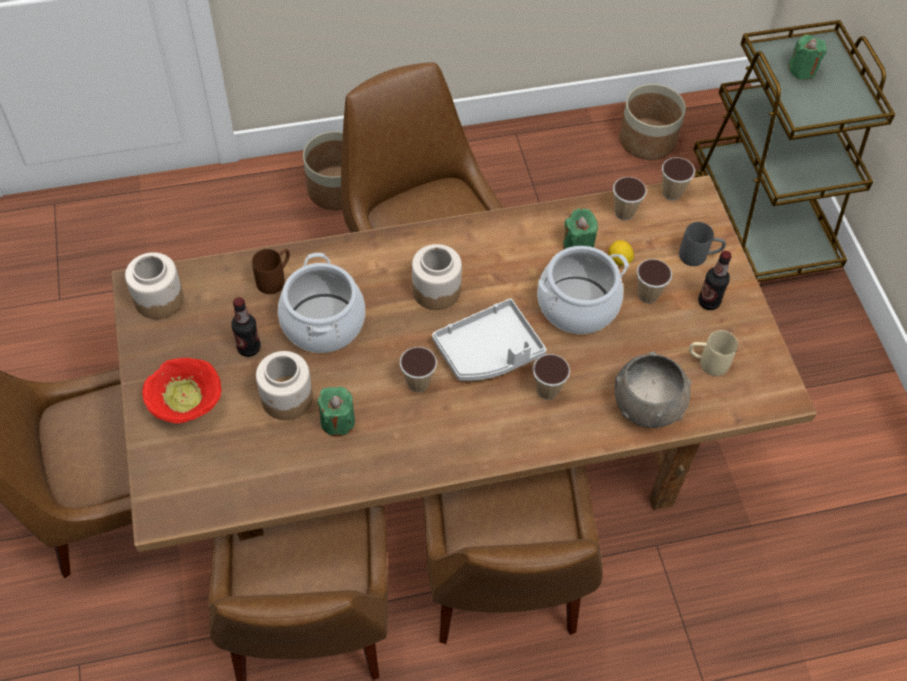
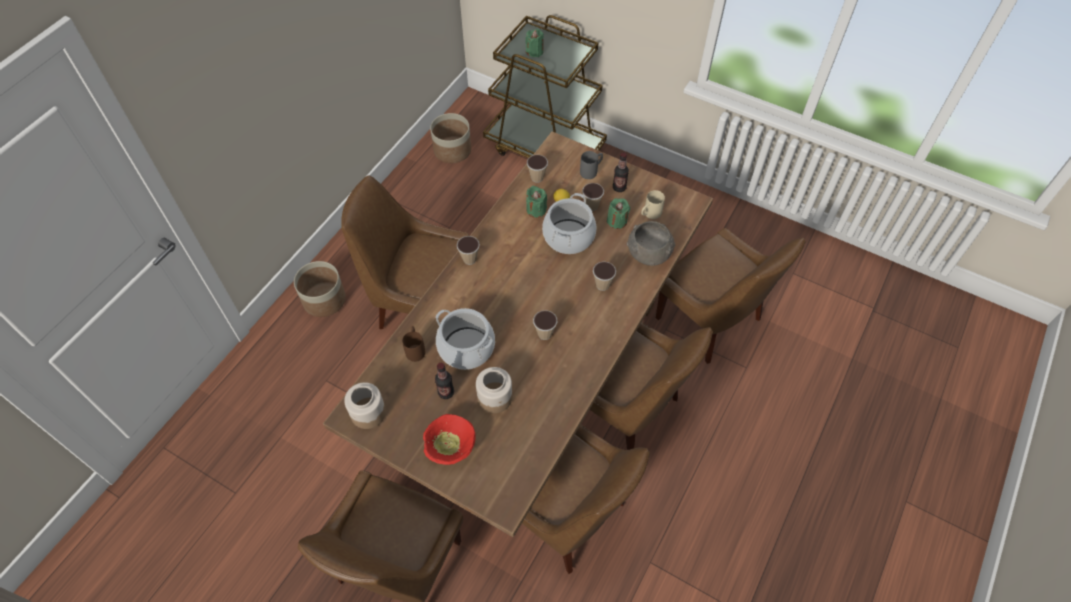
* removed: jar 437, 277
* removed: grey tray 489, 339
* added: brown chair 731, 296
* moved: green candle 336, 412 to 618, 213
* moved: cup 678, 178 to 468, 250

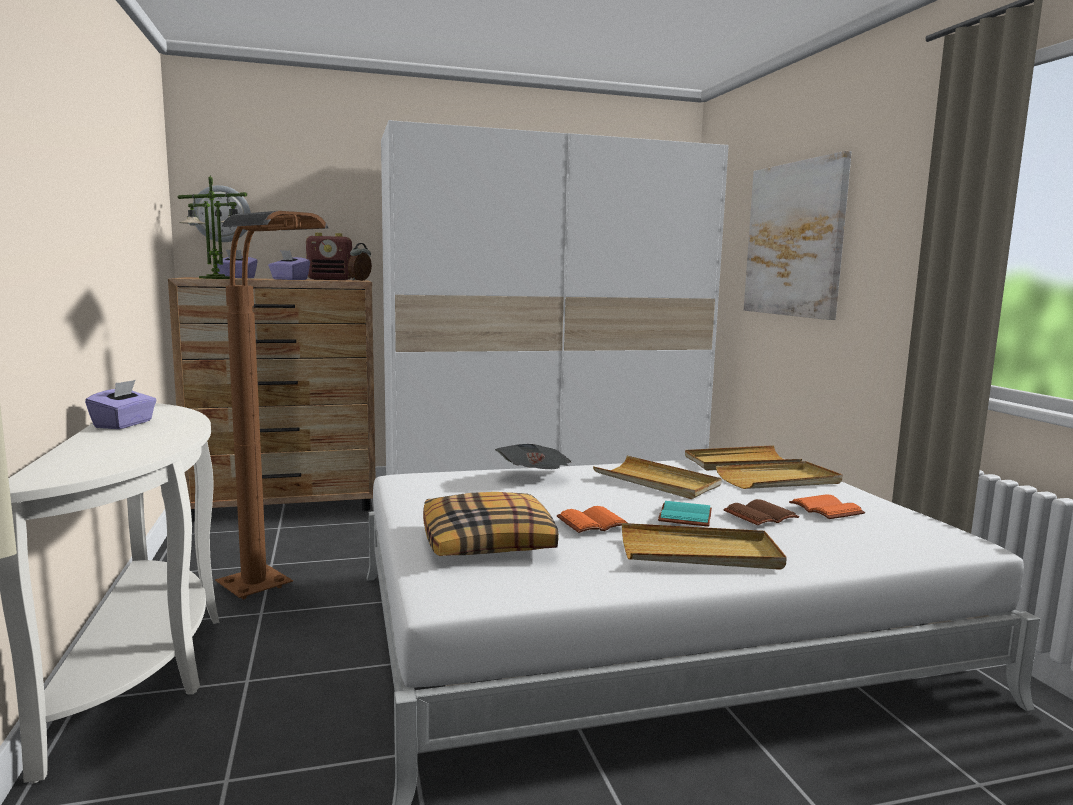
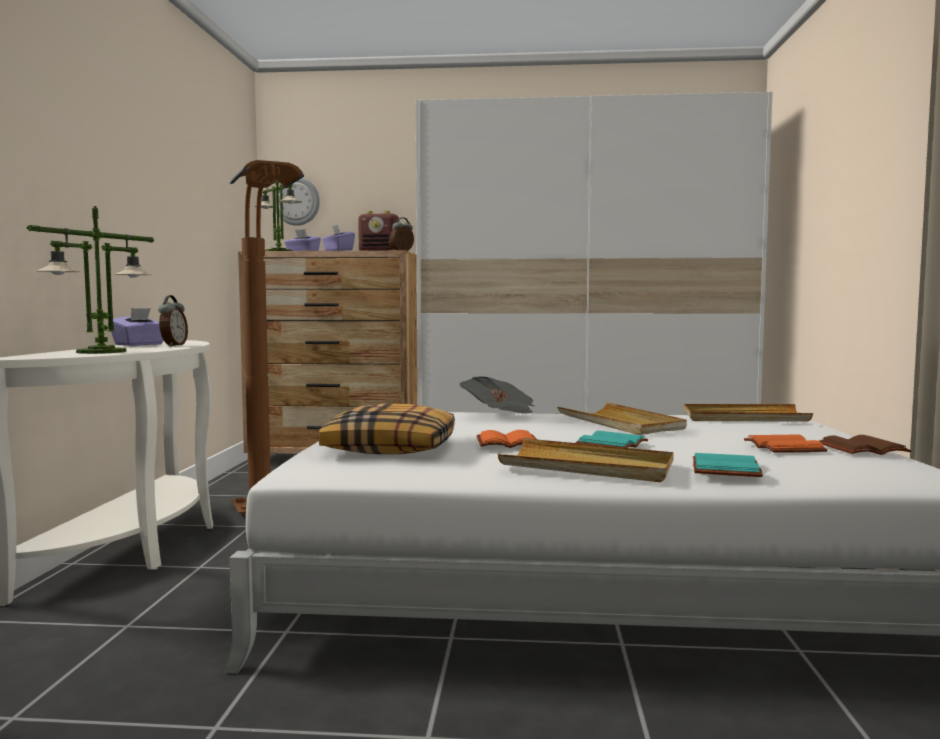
* removed: beige tray 779, 475
* removed: picture 798, 235
* added: table lamp 90, 280
* added: alarm clock 173, 321
* added: turquoise book 727, 465
* moved: brown book 761, 512 to 865, 445

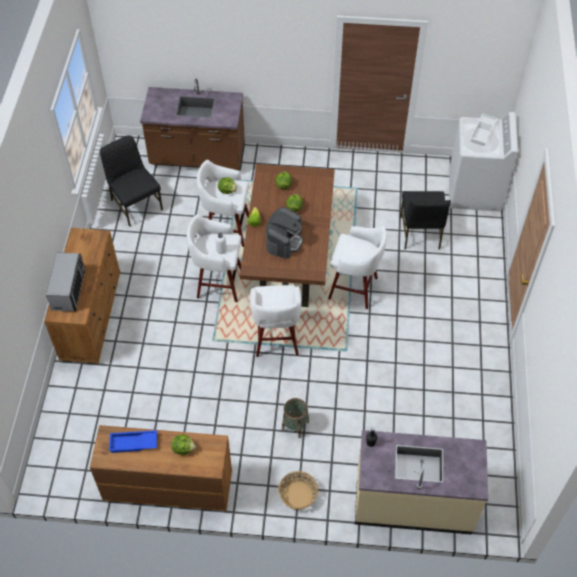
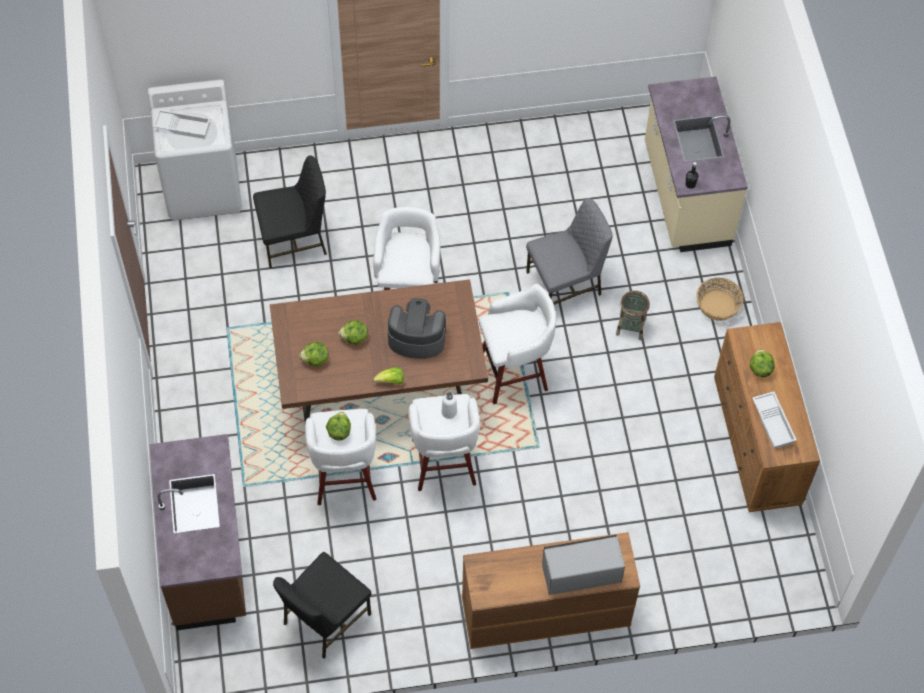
* added: grey chair 569, 251
* recoloured: blue tray 133, 441 to white tray 774, 420

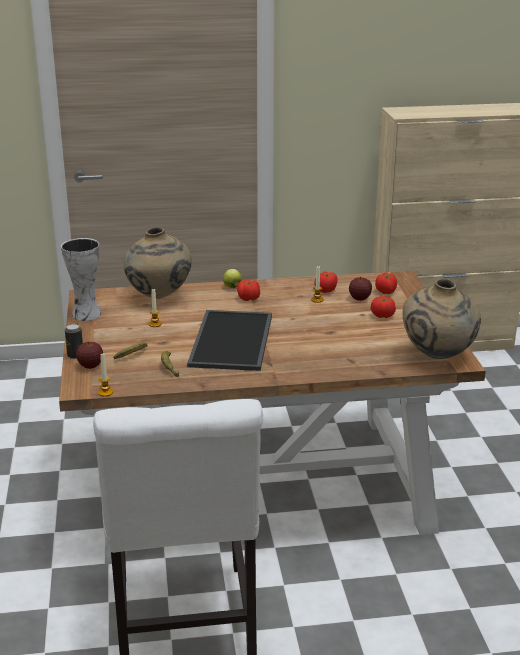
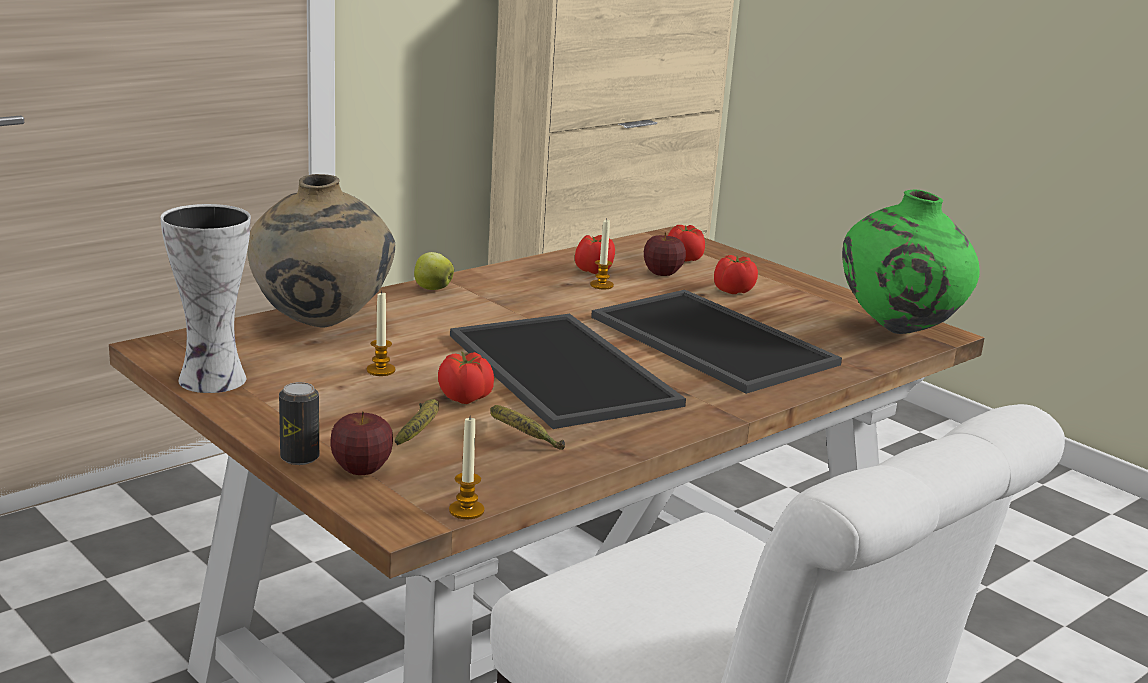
* added: tray 716, 342
* moved: tomato 248, 290 to 466, 378
* recoloured: beige vase 442, 319 to green vase 911, 261

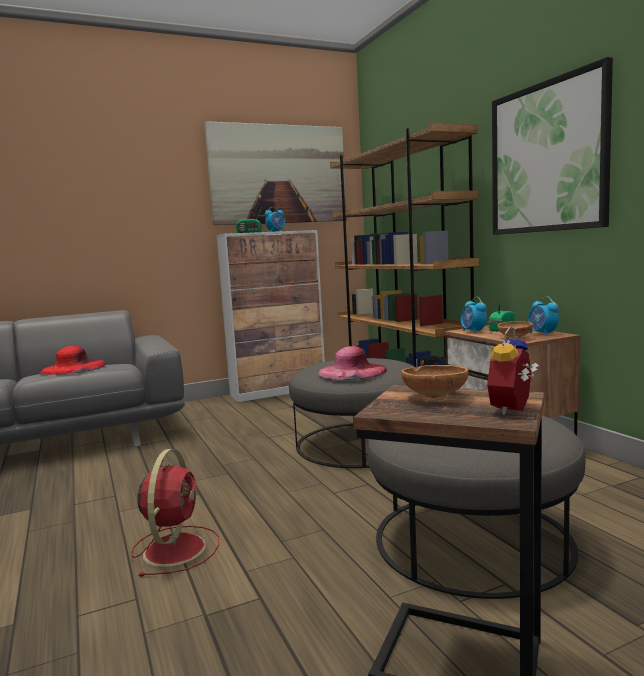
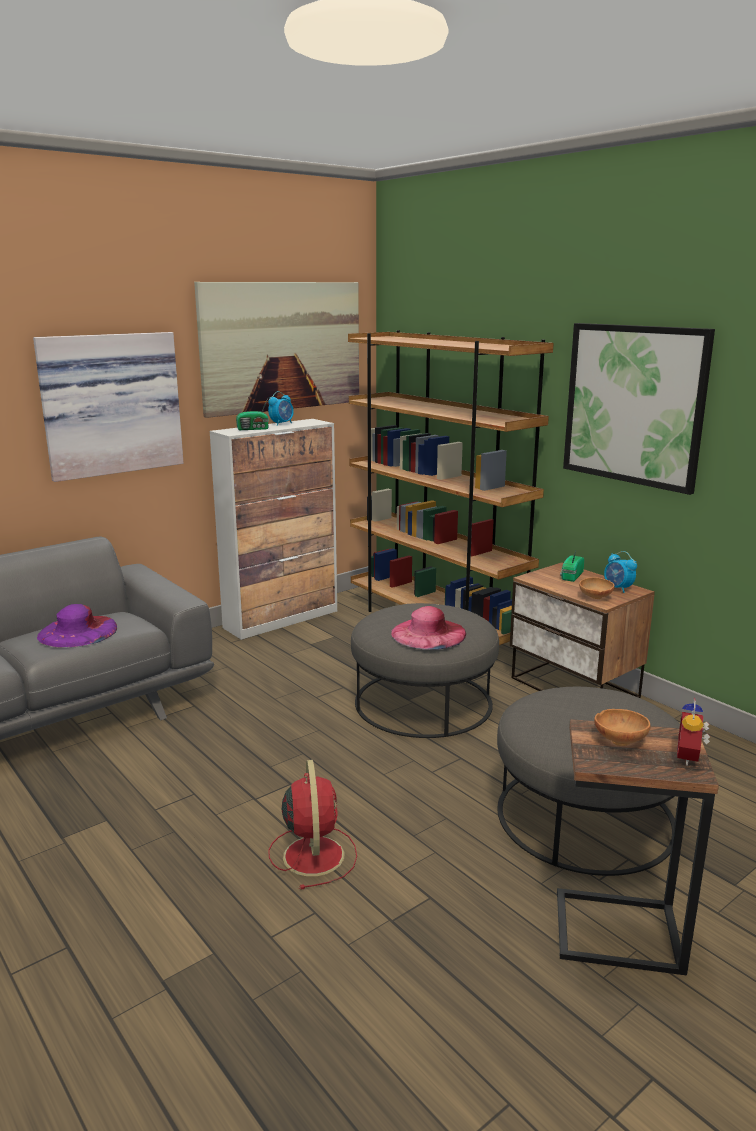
* removed: alarm clock 474, 315
* added: picture 108, 407
* recoloured: red hat 73, 360 to purple hat 77, 626

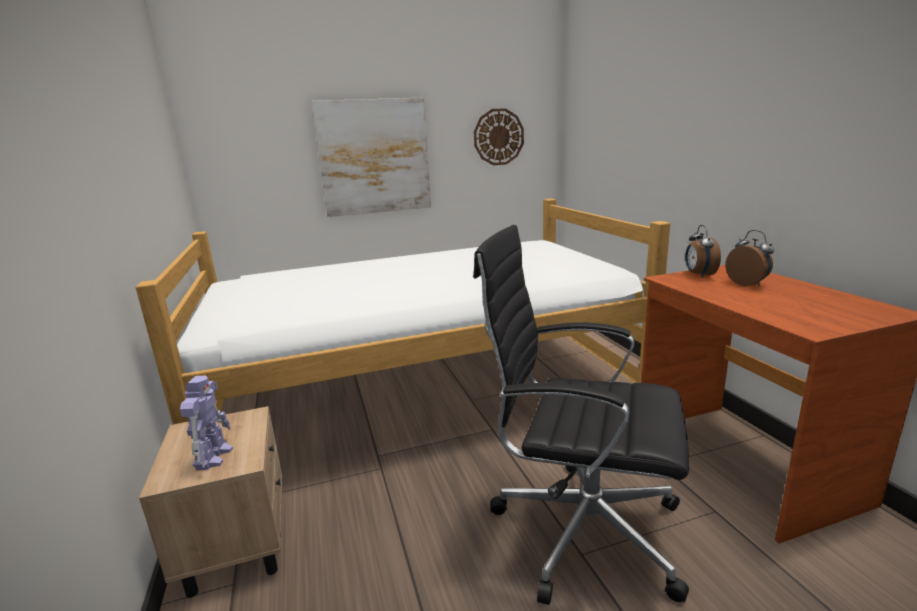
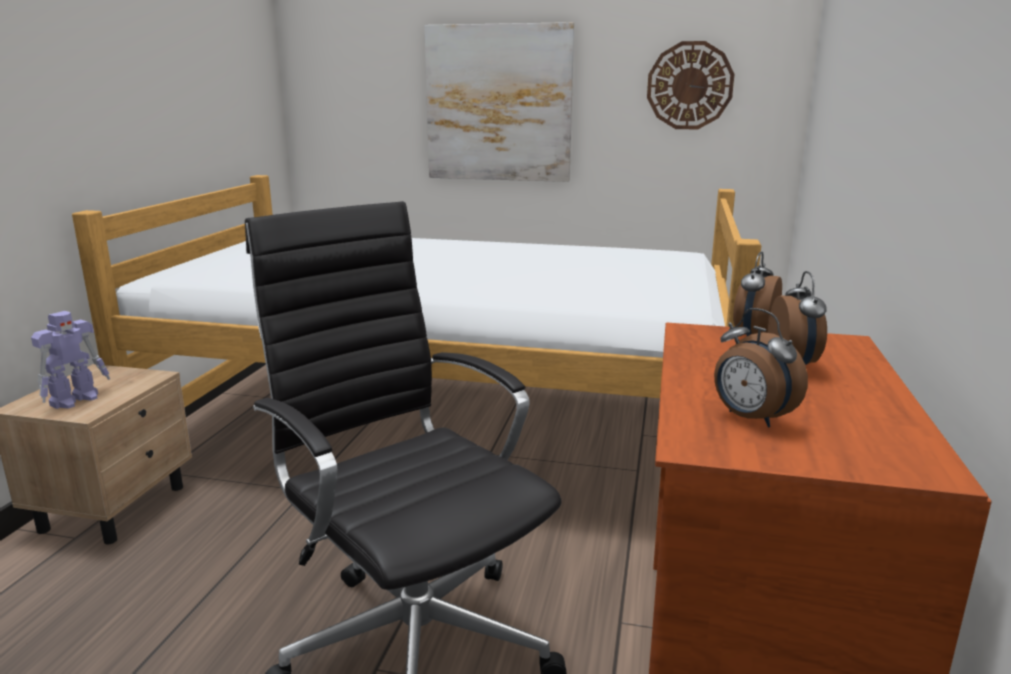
* added: alarm clock 761, 368

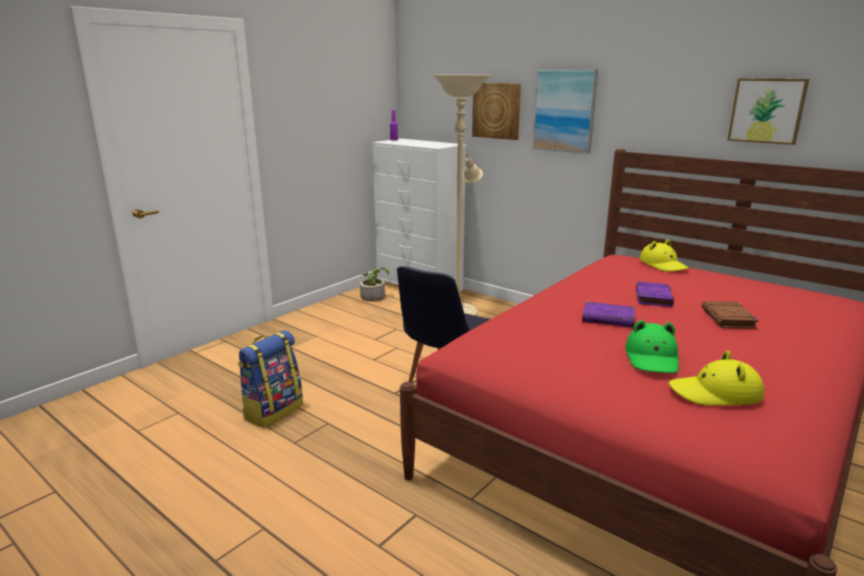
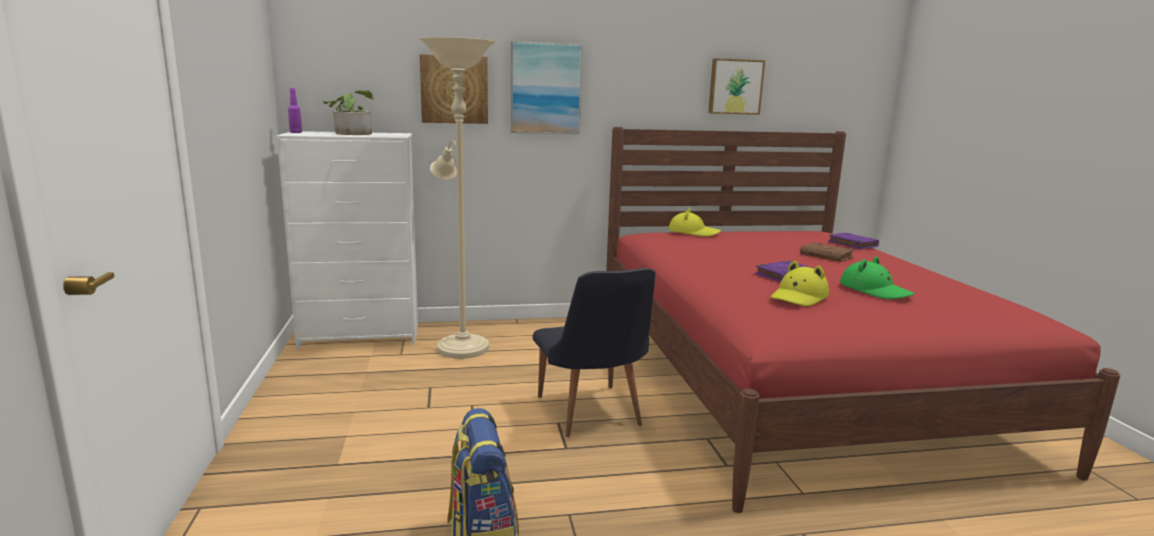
* moved: potted plant 373, 284 to 348, 112
* moved: purple book 655, 294 to 853, 241
* moved: yellow hat 716, 378 to 799, 283

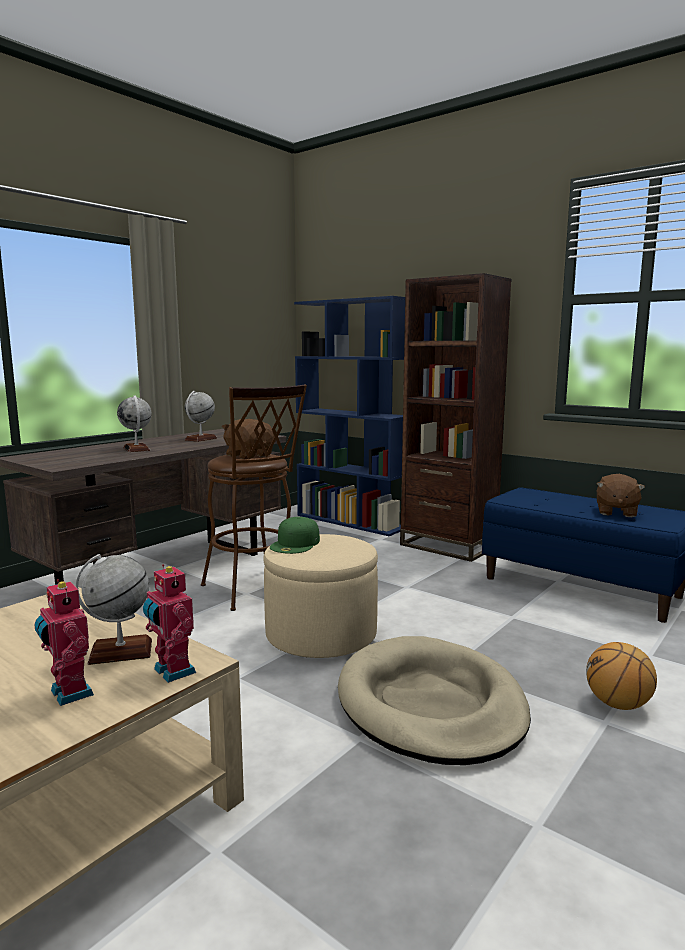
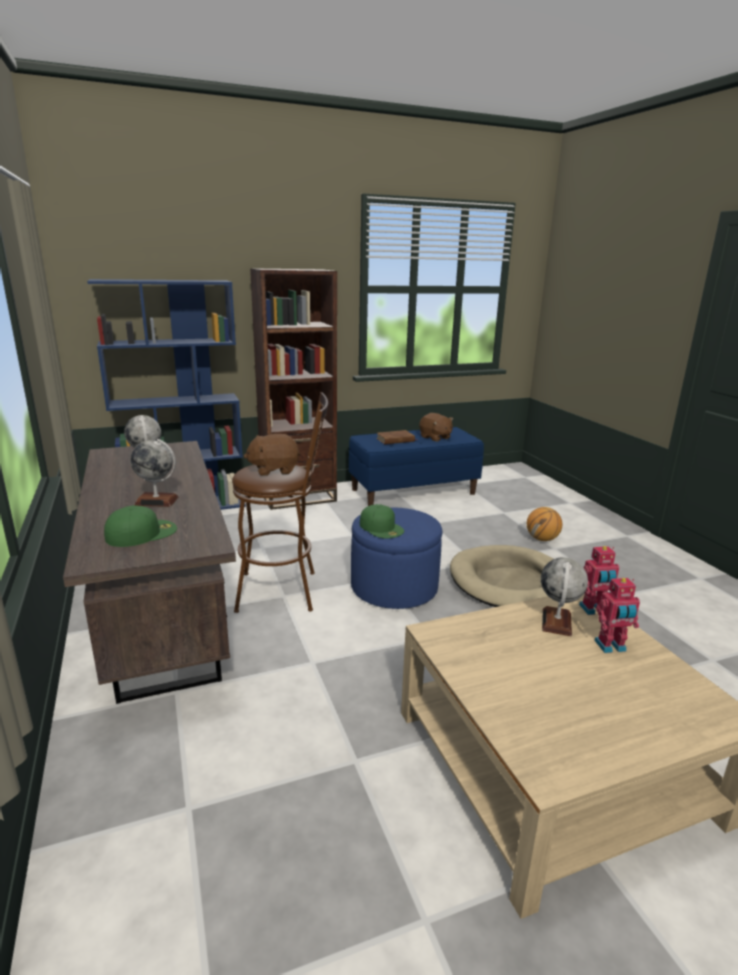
* added: green cap 140, 526
* added: brown book 397, 437
* recoloured: beige ottoman 320, 596 to blue ottoman 396, 558

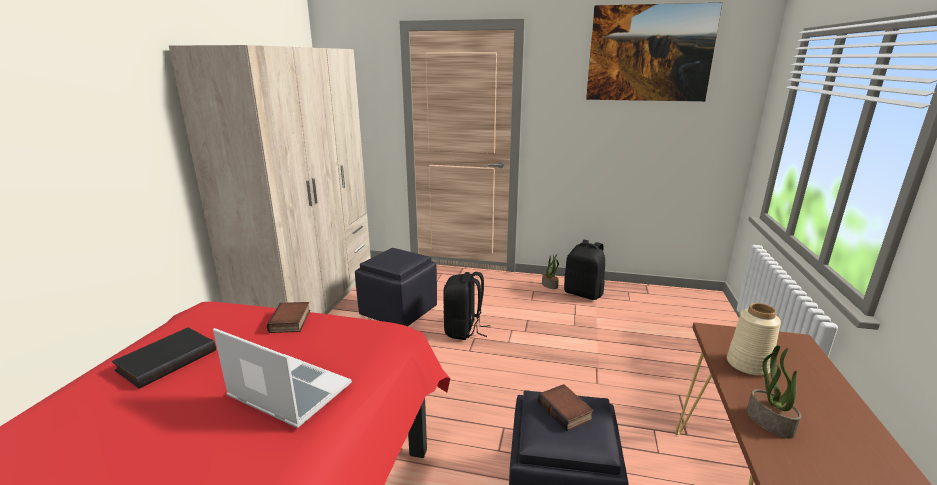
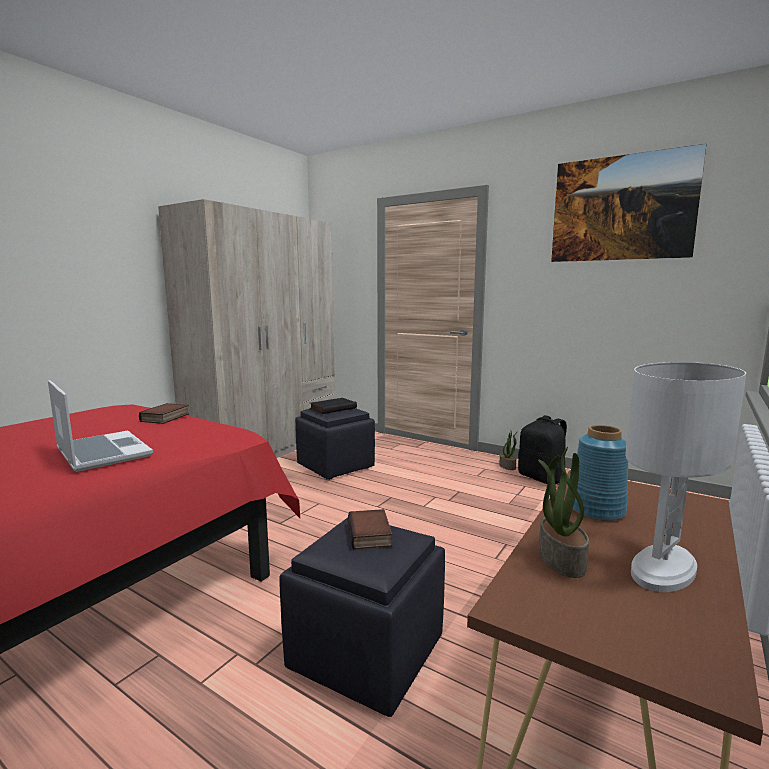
* removed: black backpack 466, 306
* added: white table lamp 685, 477
* moved: black book 164, 358 to 333, 406
* recoloured: beige vase 754, 339 to blue vase 600, 473

